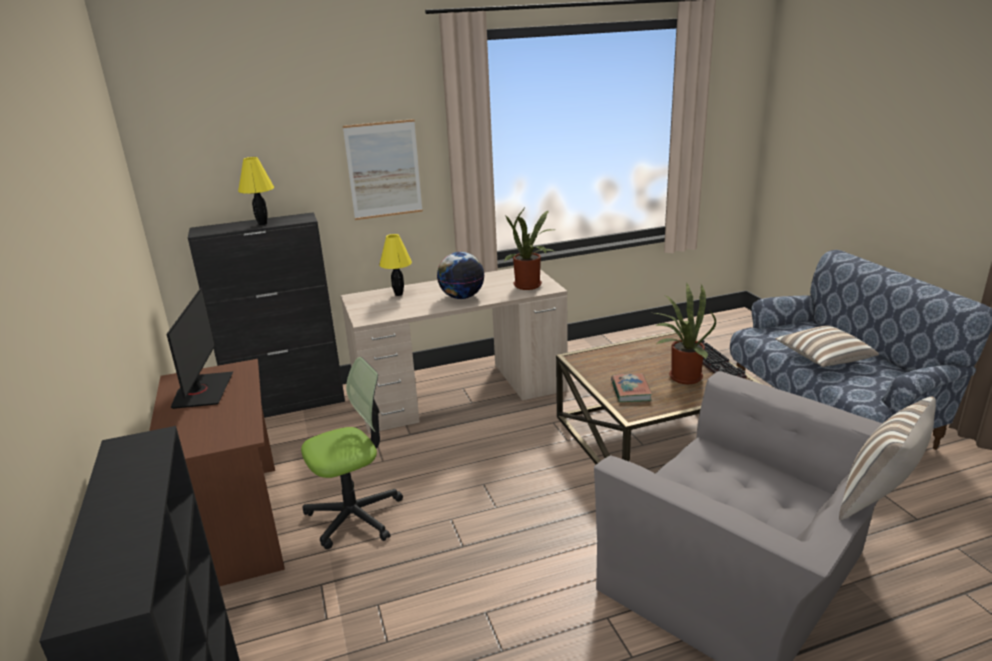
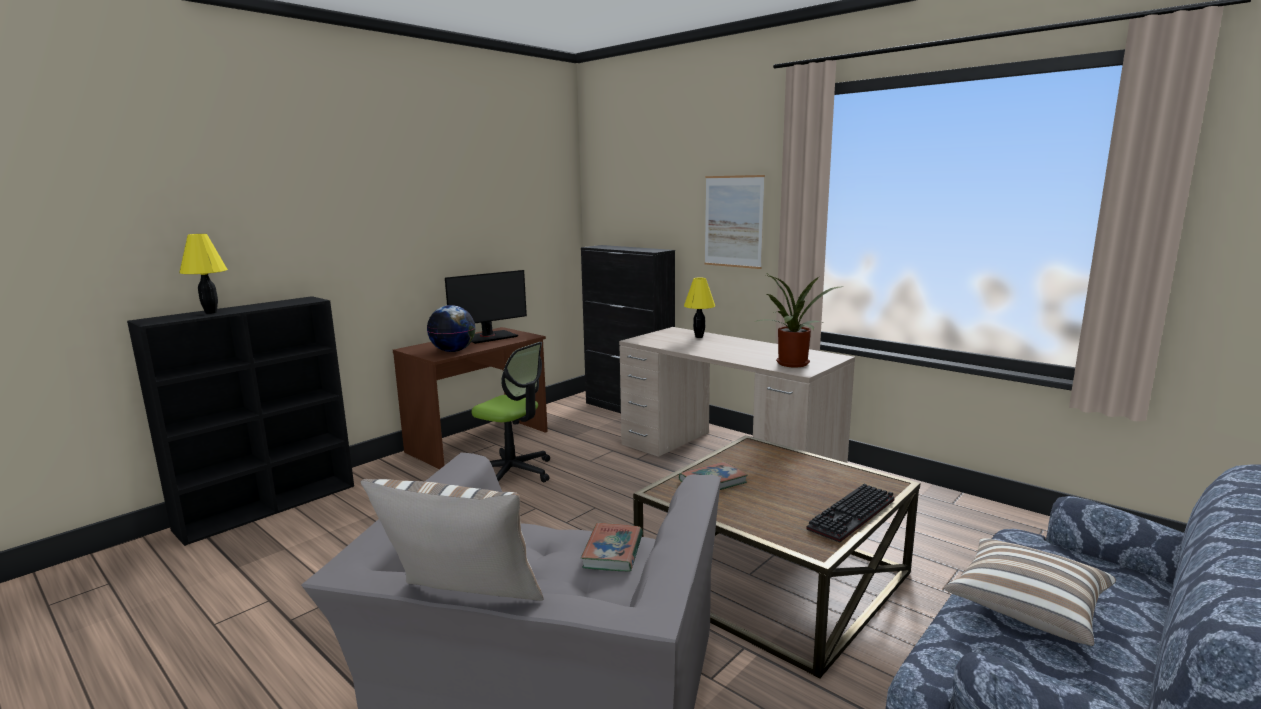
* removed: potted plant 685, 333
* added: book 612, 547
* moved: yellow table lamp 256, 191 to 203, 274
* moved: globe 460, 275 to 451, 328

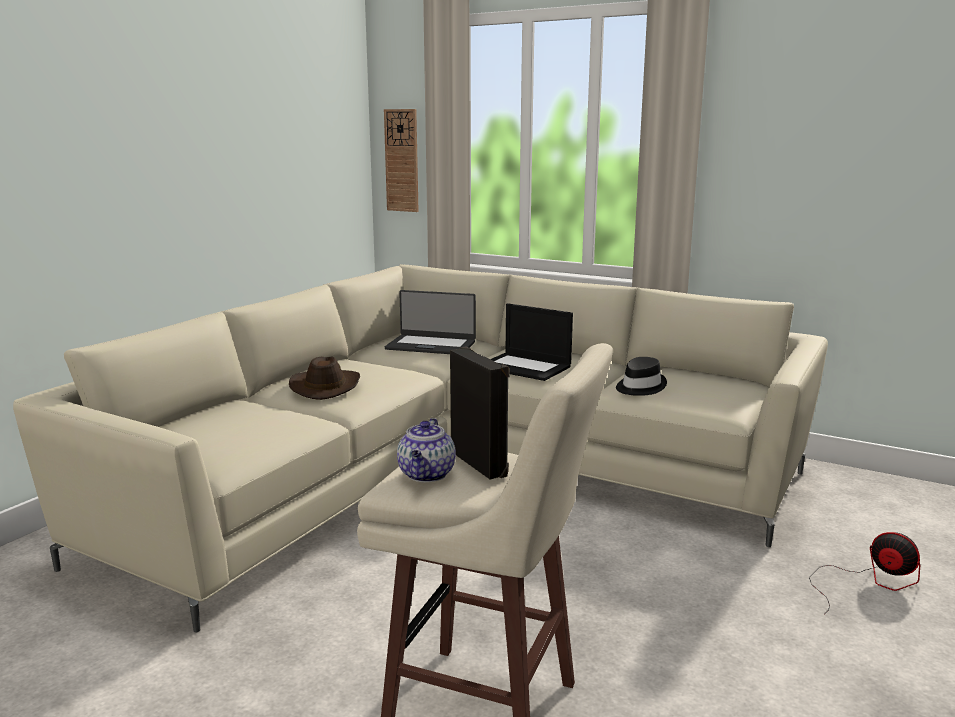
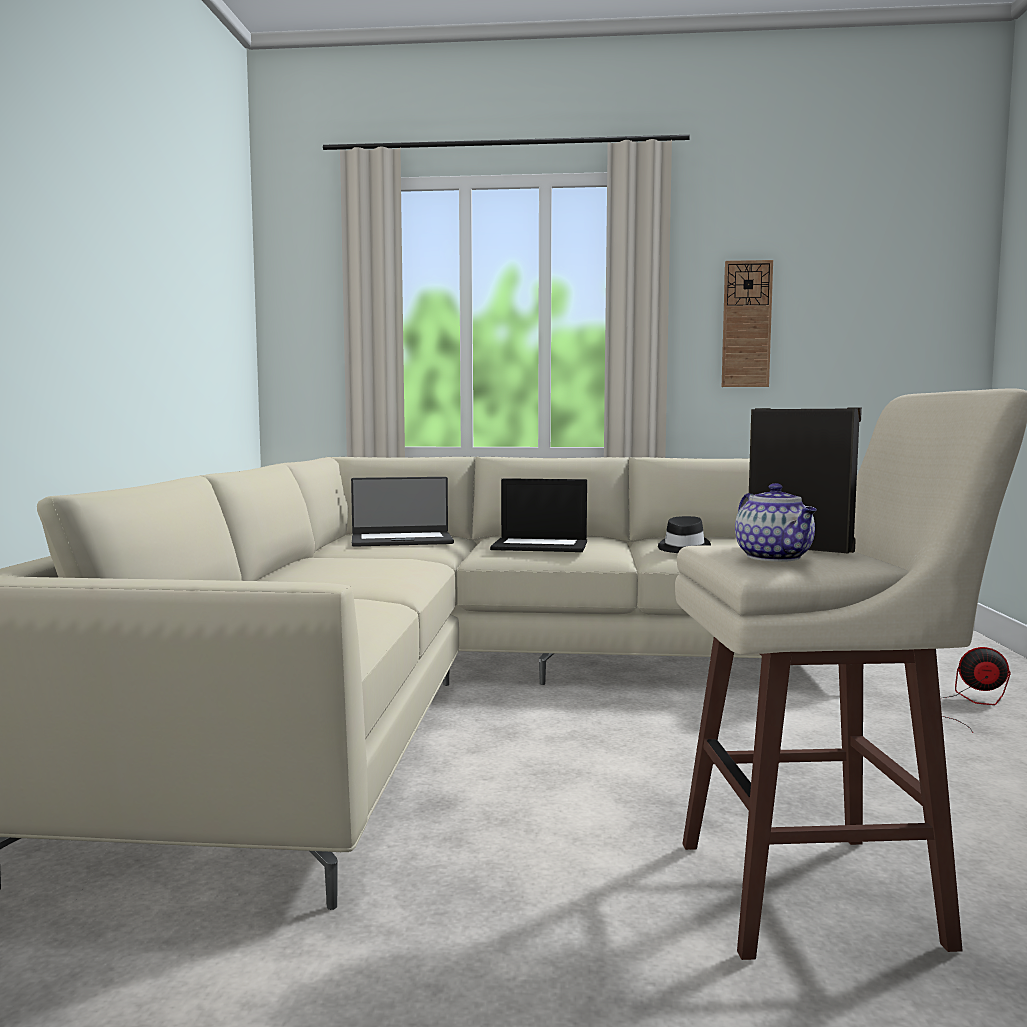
* removed: brown hat 324, 378
* moved: wall clock 401, 160 to 747, 323

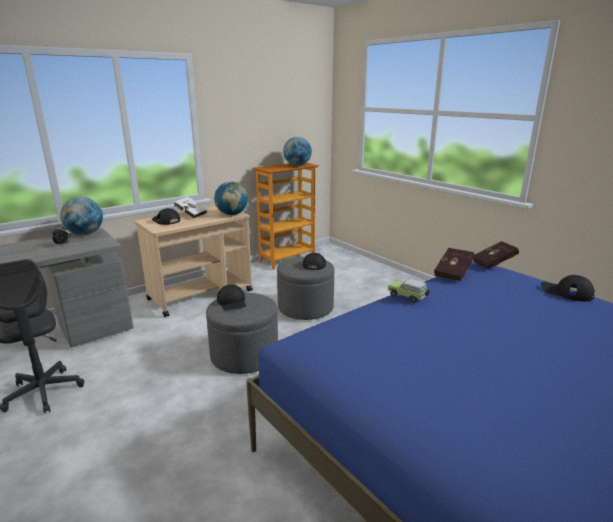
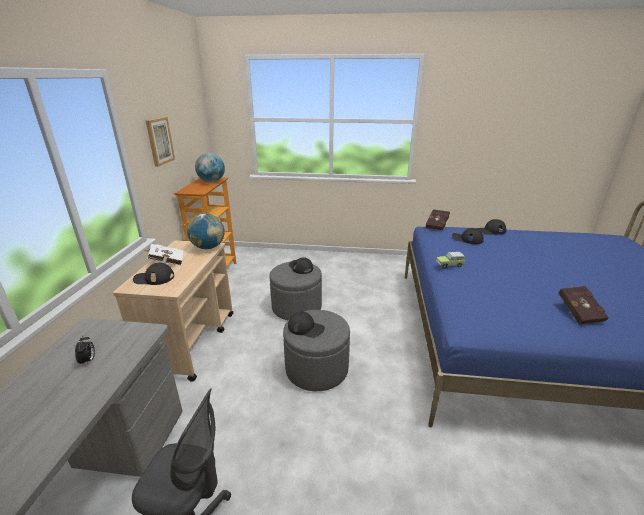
* removed: globe 81, 216
* added: picture 160, 142
* added: black cap 468, 236
* moved: red book 454, 264 to 583, 305

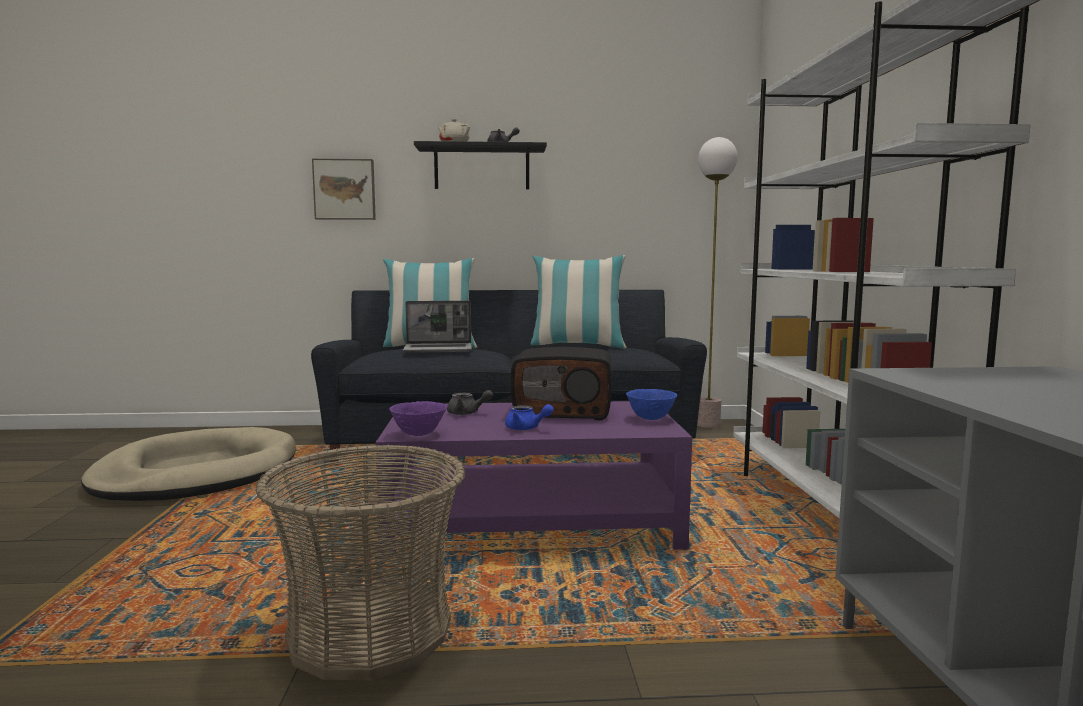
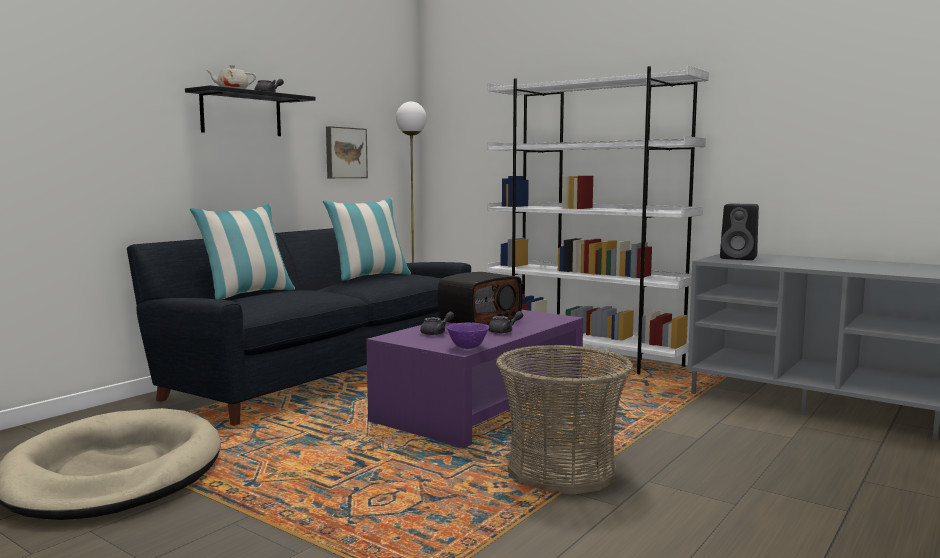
* removed: laptop 437, 327
* removed: blue bowl 651, 404
* added: black speaker 739, 231
* moved: picture 344, 189 to 347, 152
* recoloured: blue teapot 529, 417 to grey teapot 505, 322

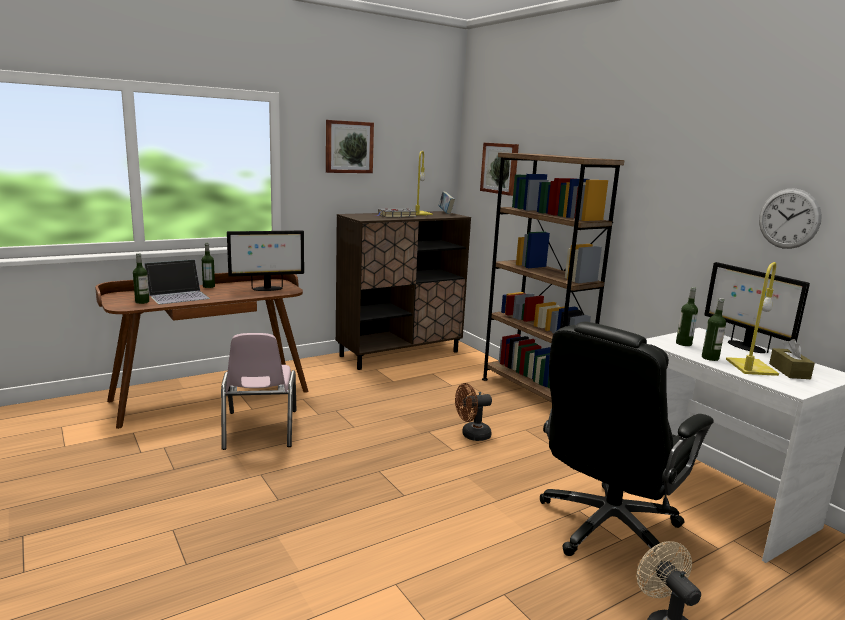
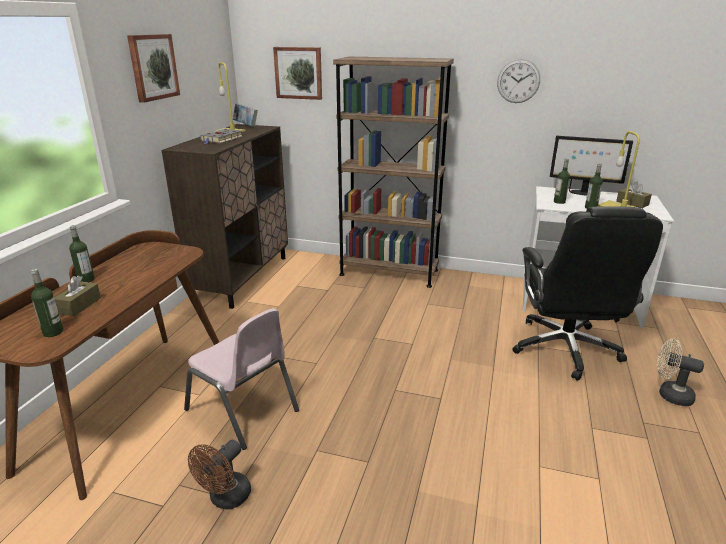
* removed: monitor 265, 261
* moved: brown fan 473, 412 to 219, 474
* moved: wall clock 790, 218 to 518, 81
* replaced: laptop 177, 281 to brown tissue box 77, 295

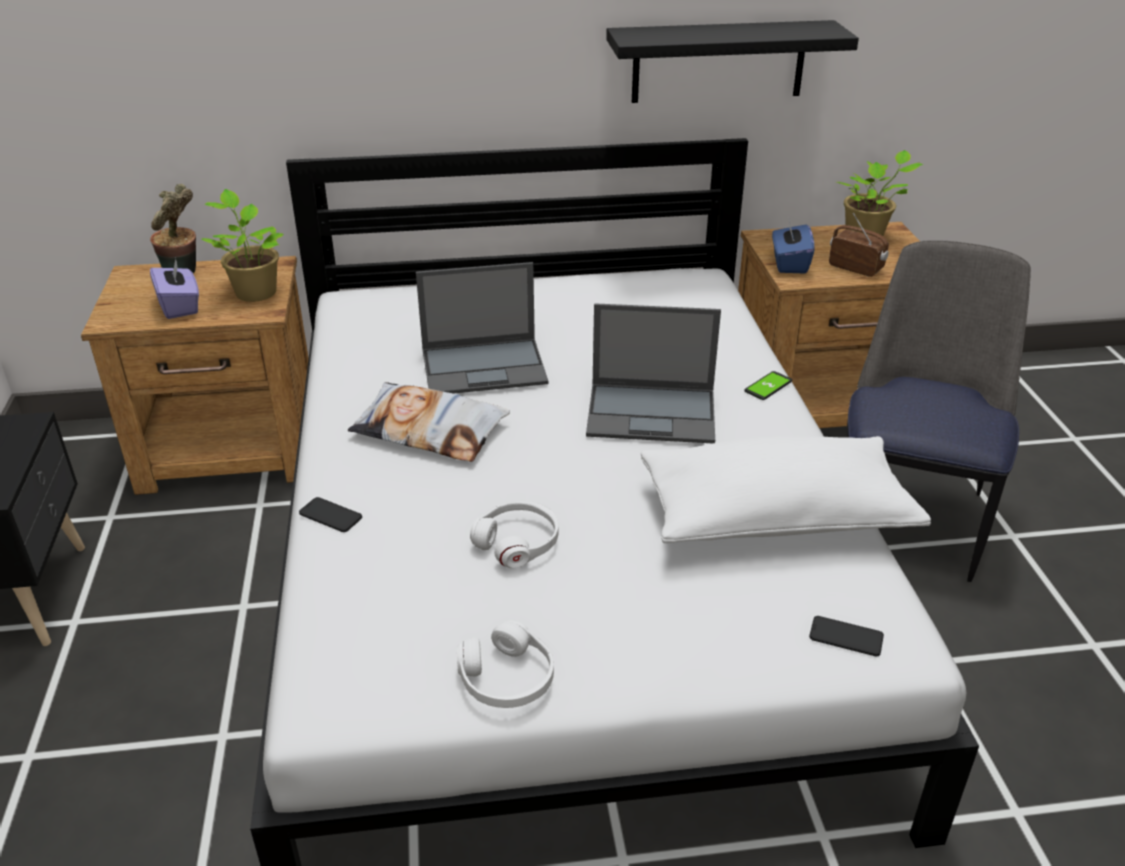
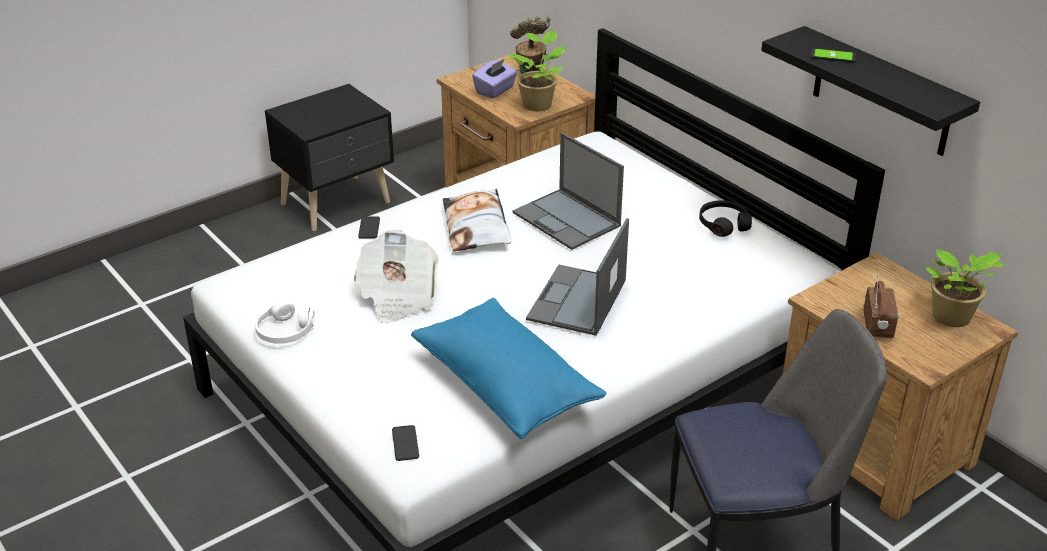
* removed: blue tissue box 793, 246
* added: black headphones 725, 218
* moved: phone 768, 385 to 833, 55
* replaced: white headphones 514, 534 to newspaper 396, 276
* recoloured: white pillow 786, 489 to blue pillow 509, 368
* turned: laptop 653, 373 = 577, 277 45 degrees clockwise

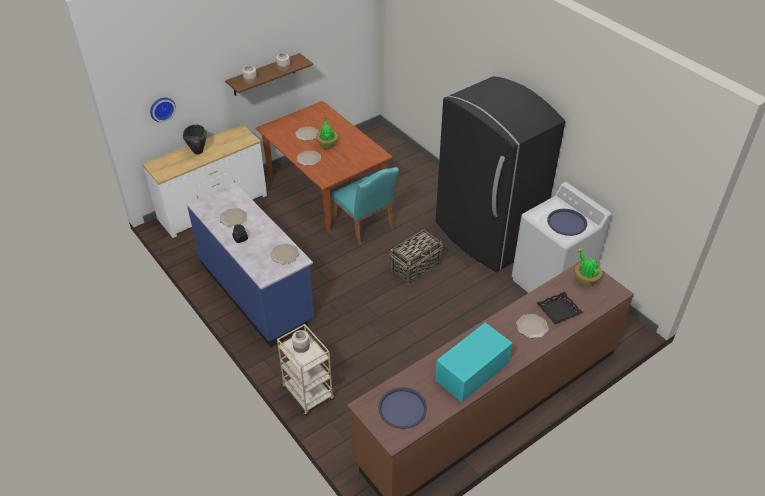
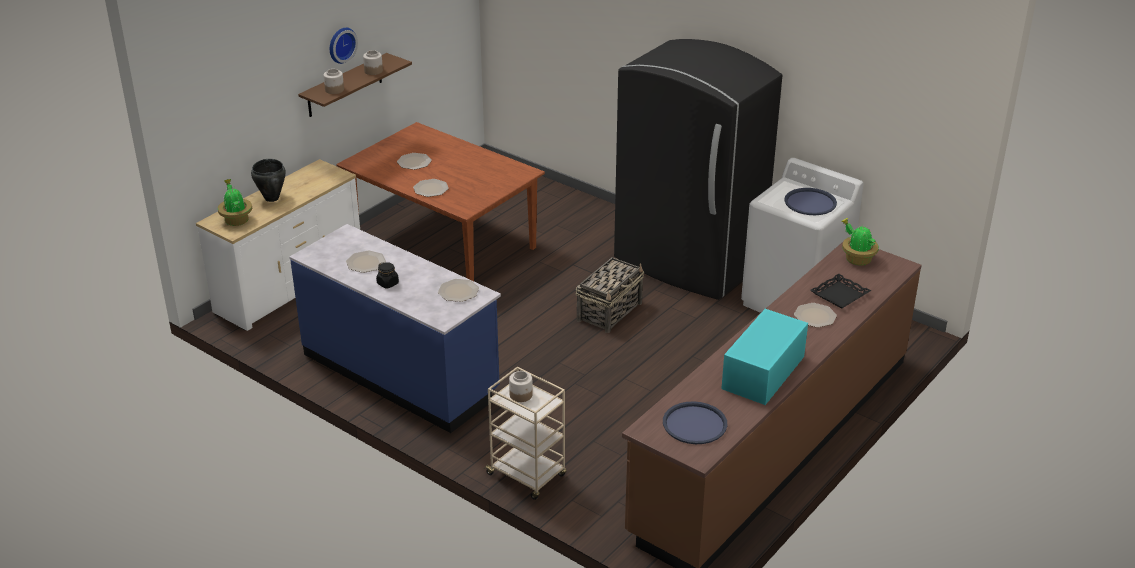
* removed: turquoise chair 365, 206
* moved: wall clock 163, 110 to 344, 46
* moved: potted plant 327, 133 to 235, 202

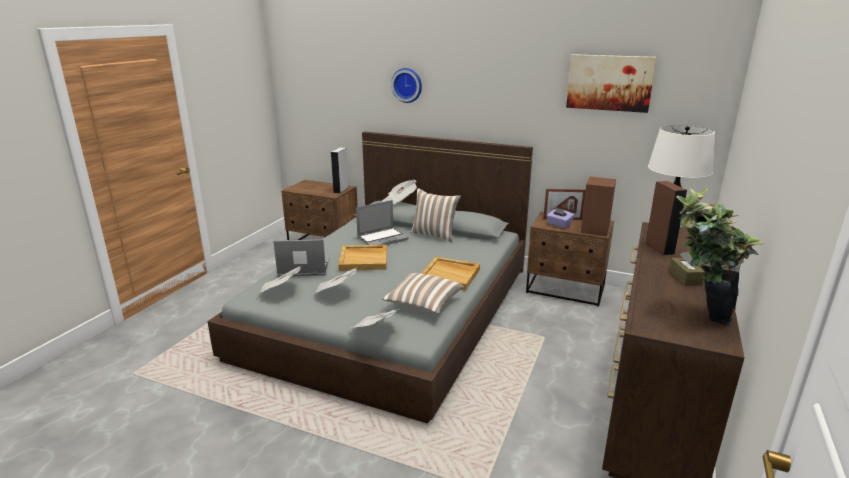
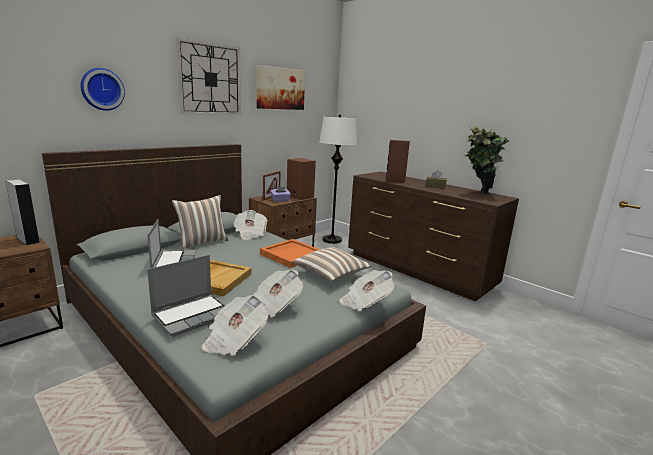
* added: wall clock 208, 76
* moved: newspaper 399, 192 to 250, 225
* recoloured: beige tray 451, 274 to orange tray 290, 253
* turned: laptop 301, 258 = 186, 296 150 degrees counterclockwise

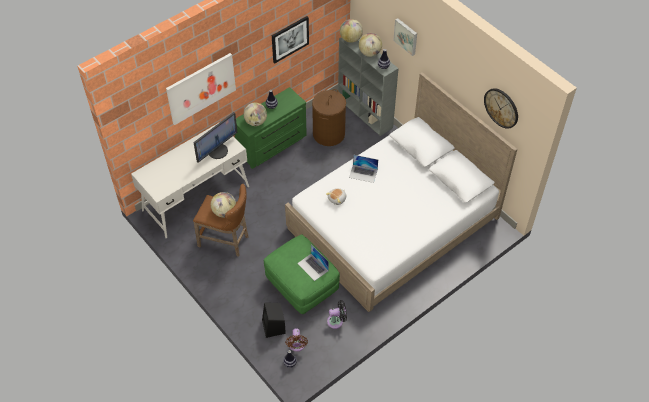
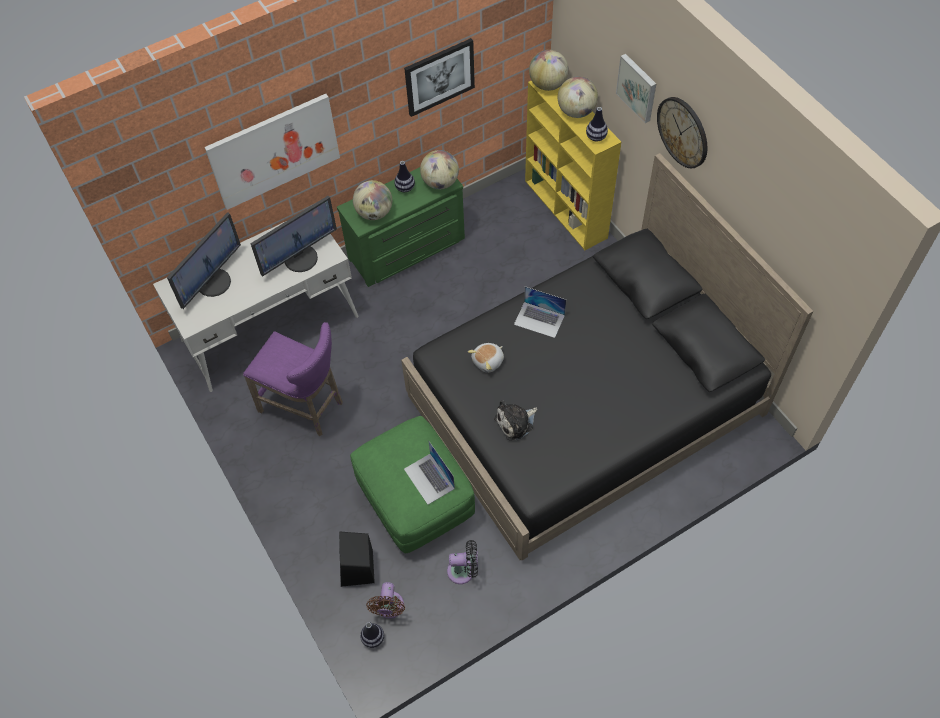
* removed: brown laundry basket 329, 117
* added: monitor 204, 260
* added: plush toy 515, 420
* moved: globe 223, 204 to 439, 169
* moved: wall clock 501, 108 to 682, 133
* recoloured: brown stool 220, 220 to purple stool 293, 379
* recoloured: white bed 401, 192 to black bed 607, 356
* recoloured: grey bookcase 368, 86 to yellow bookcase 573, 165

